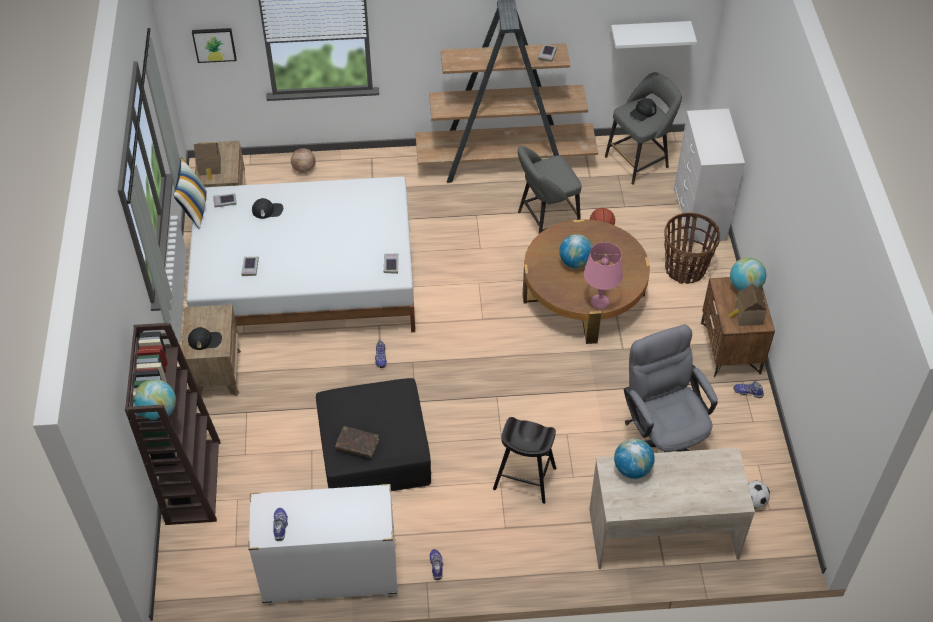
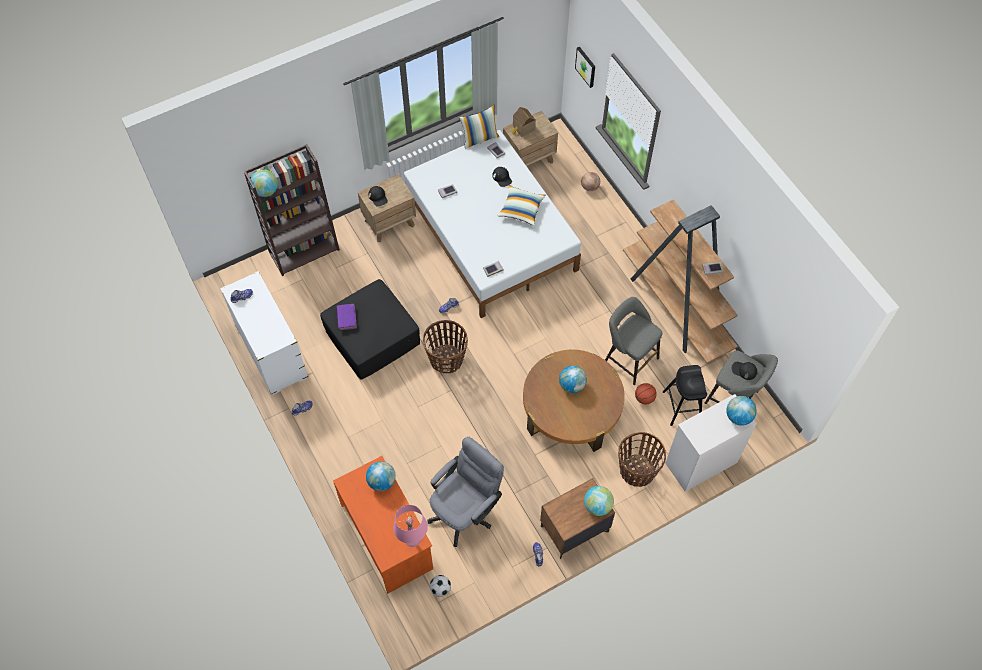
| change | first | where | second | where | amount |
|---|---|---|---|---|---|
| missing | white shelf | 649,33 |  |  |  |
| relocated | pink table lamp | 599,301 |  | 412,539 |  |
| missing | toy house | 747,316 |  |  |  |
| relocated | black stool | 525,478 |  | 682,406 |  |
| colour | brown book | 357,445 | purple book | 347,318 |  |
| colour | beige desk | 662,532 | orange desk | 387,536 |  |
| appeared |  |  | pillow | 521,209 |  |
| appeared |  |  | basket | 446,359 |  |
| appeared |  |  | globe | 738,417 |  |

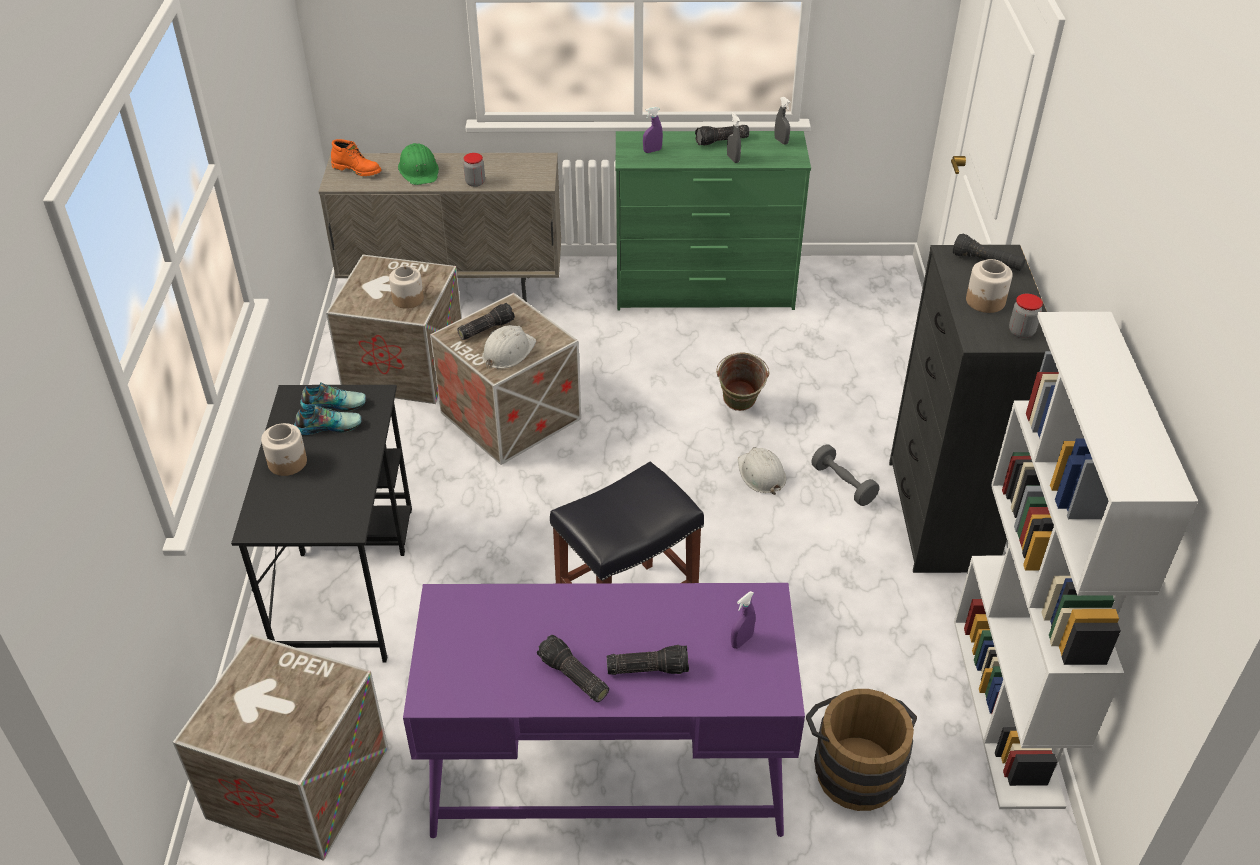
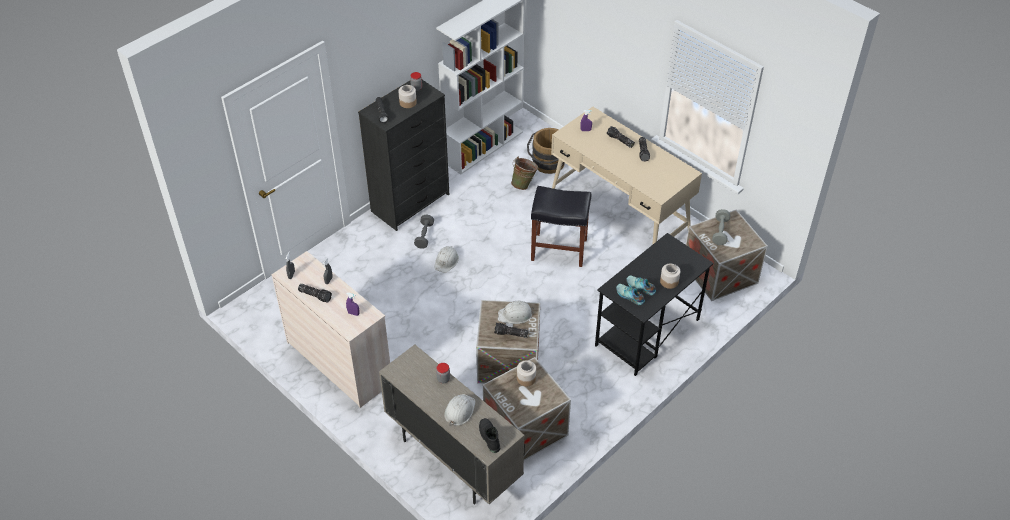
| change | first | where | second | where | amount |
|---|---|---|---|---|---|
| colour | green dresser | 704,292 | beige dresser | 340,362 |  |
| colour | orange boot | 357,170 | black boot | 489,437 |  |
| colour | green hard hat | 419,170 | white hard hat | 459,411 |  |
| relocated | green bucket | 739,409 |  | 524,184 |  |
| colour | purple desk | 606,769 | beige desk | 619,212 |  |
| appeared |  |  | grey dumbbell | 720,232 |  |

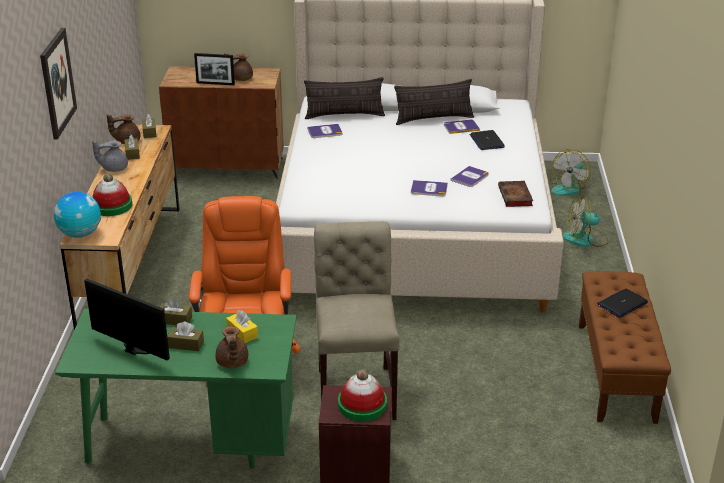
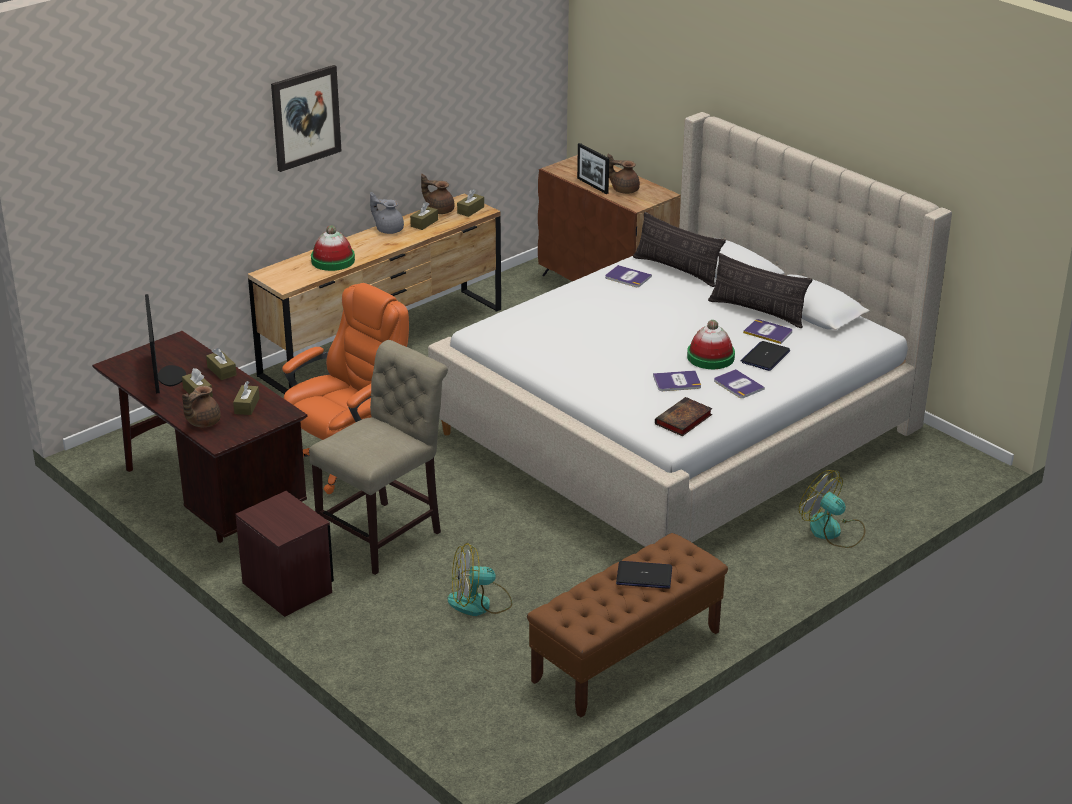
| change | first | where | second | where | amount |
|---|---|---|---|---|---|
| relocated | fan | 568,188 |  | 479,603 |  |
| relocated | book | 429,189 |  | 738,385 |  |
| missing | globe | 80,234 |  |  |  |
| colour | green desk | 190,443 | brown desk | 208,498 |  |
| colour | yellow tissue box | 242,333 | brown tissue box | 247,406 |  |
| relocated | hat | 362,405 |  | 710,357 |  |

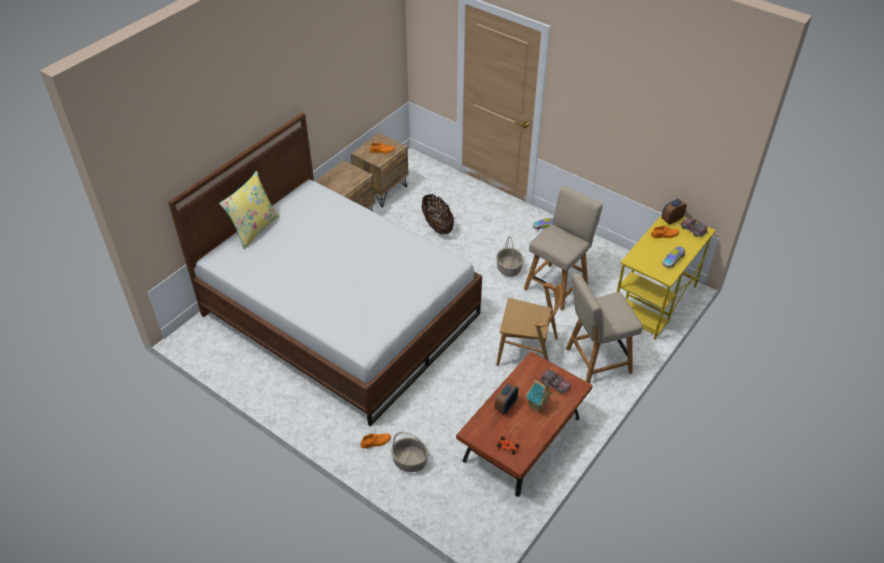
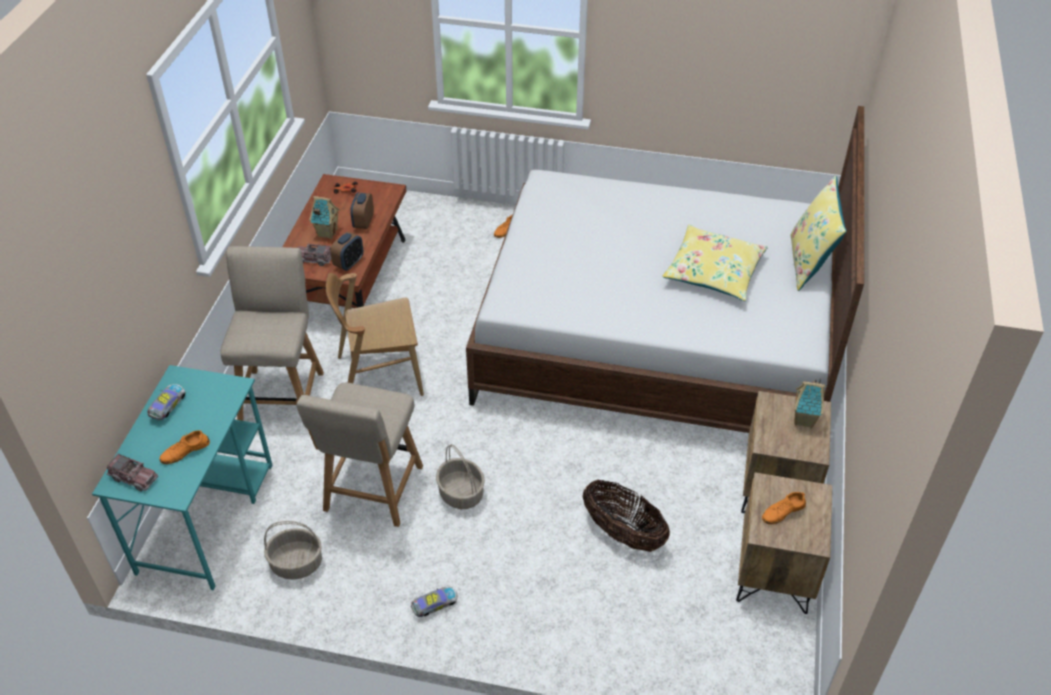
| change | first | where | second | where | amount |
|---|---|---|---|---|---|
| relocated | alarm clock | 671,220 |  | 349,263 |  |
| colour | yellow desk | 654,302 | turquoise desk | 206,516 |  |
| spun | beige chair | 595,361 |  | 282,393 | 45 degrees counterclockwise |
| relocated | basket | 409,461 |  | 297,563 |  |
| appeared |  |  | yellow pillow | 714,271 |  |
| appeared |  |  | toy house | 804,420 |  |

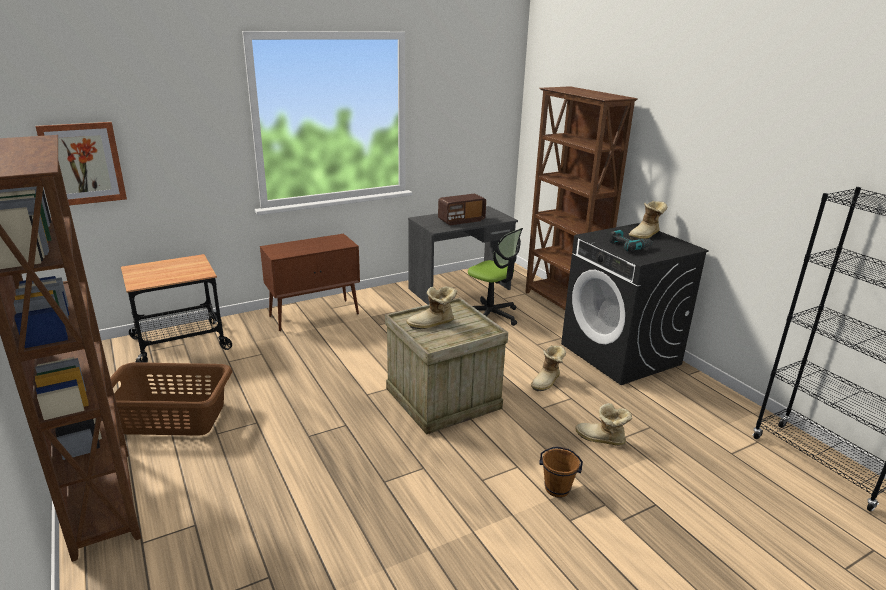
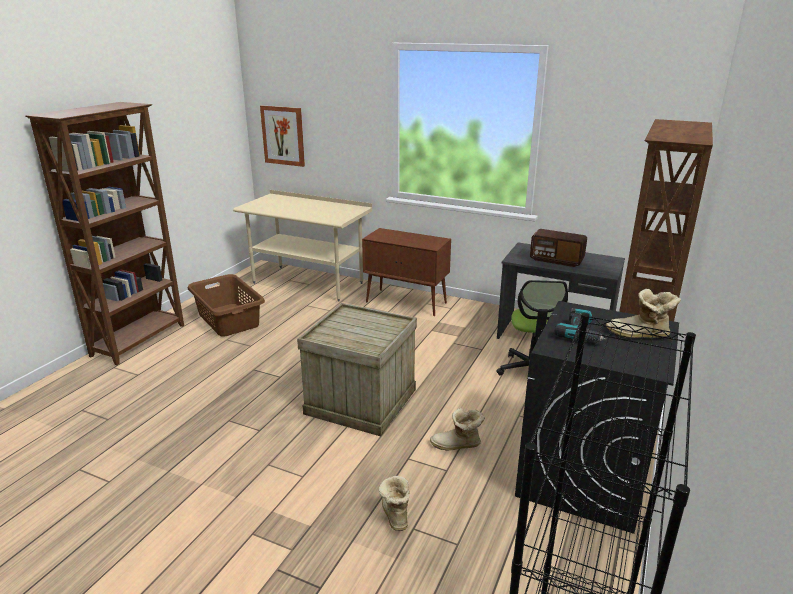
| change | first | where | second | where | amount |
|---|---|---|---|---|---|
| exchanged | cart | 180,343 | beige desk | 308,283 |  |
| missing | boot | 432,324 |  |  |  |
| missing | brown bucket | 557,489 |  |  |  |

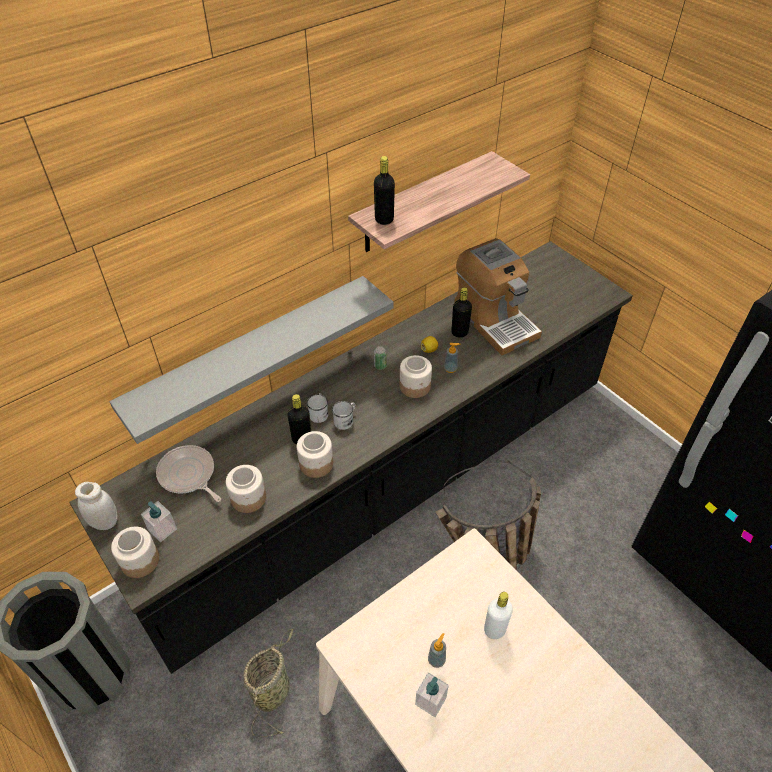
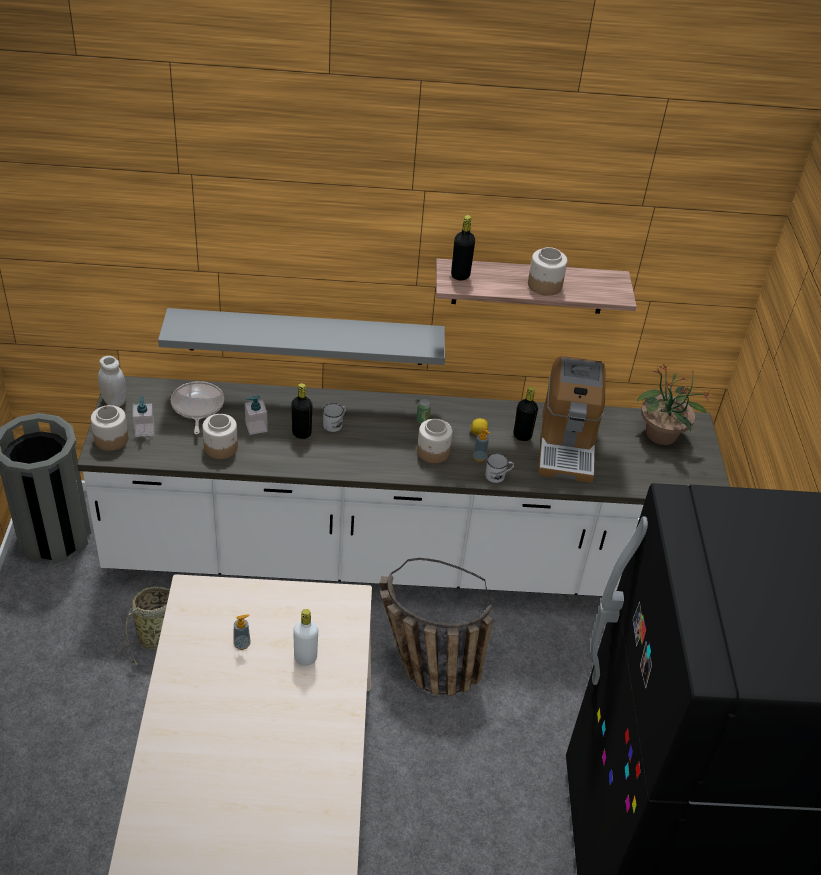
| change | first | where | second | where | amount |
|---|---|---|---|---|---|
| colour | black counter | 386,485 | white counter | 398,557 |  |
| relocated | white mug | 345,420 |  | 498,475 |  |
| relocated | jar | 315,464 |  | 544,285 |  |
| relocated | soap dispenser | 430,701 |  | 256,427 |  |
| appeared |  |  | potted plant | 662,435 |  |

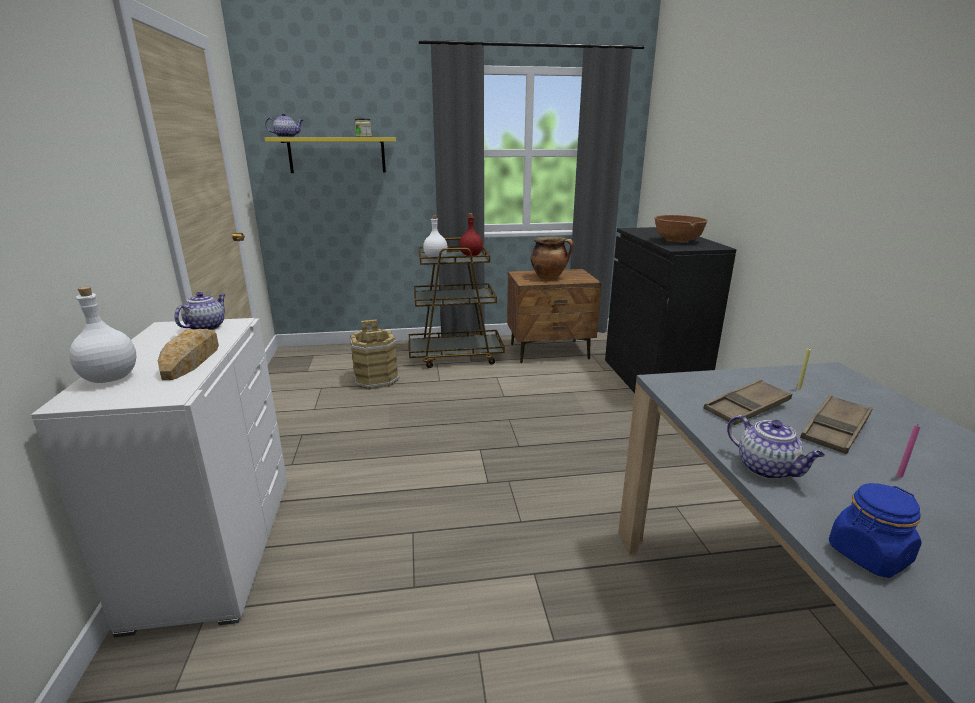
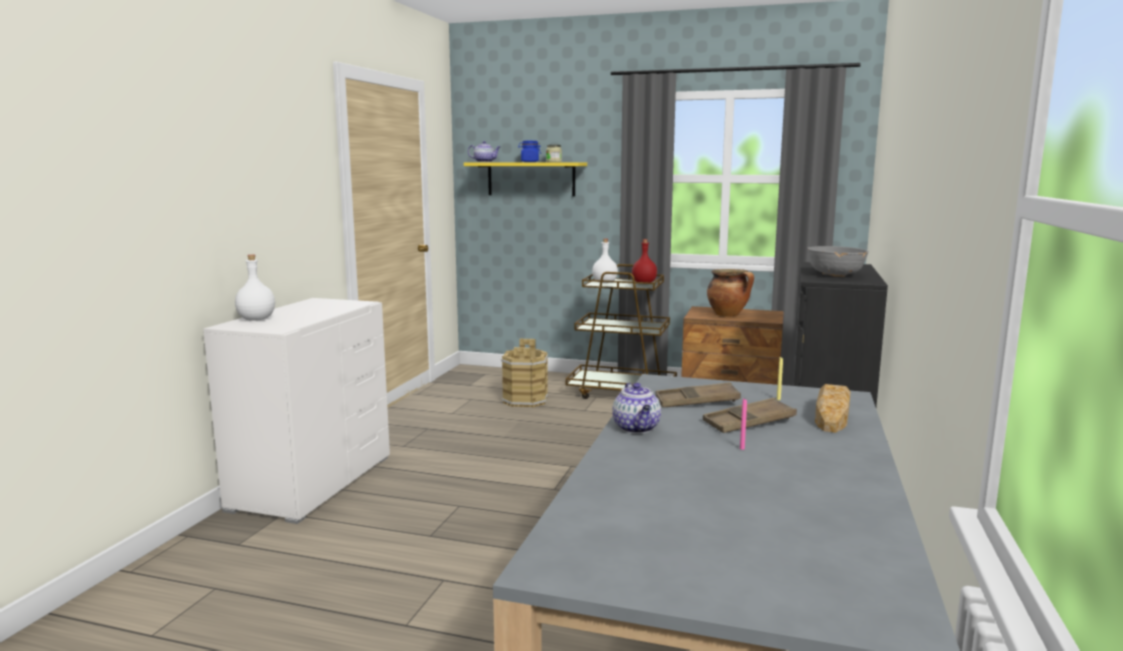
| change | first | where | second | where | amount |
|---|---|---|---|---|---|
| colour | brown bowl | 677,241 | grey bowl | 835,275 |  |
| missing | teapot | 206,327 |  |  |  |
| relocated | bread | 191,360 |  | 832,416 |  |
| relocated | blue jar | 868,555 |  | 529,162 |  |

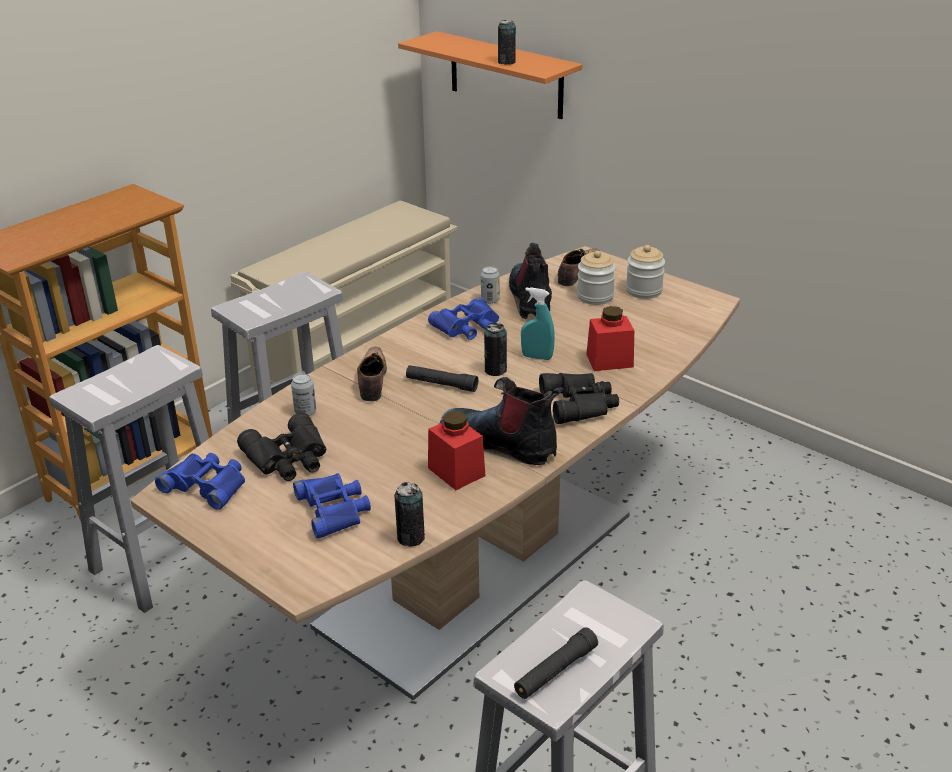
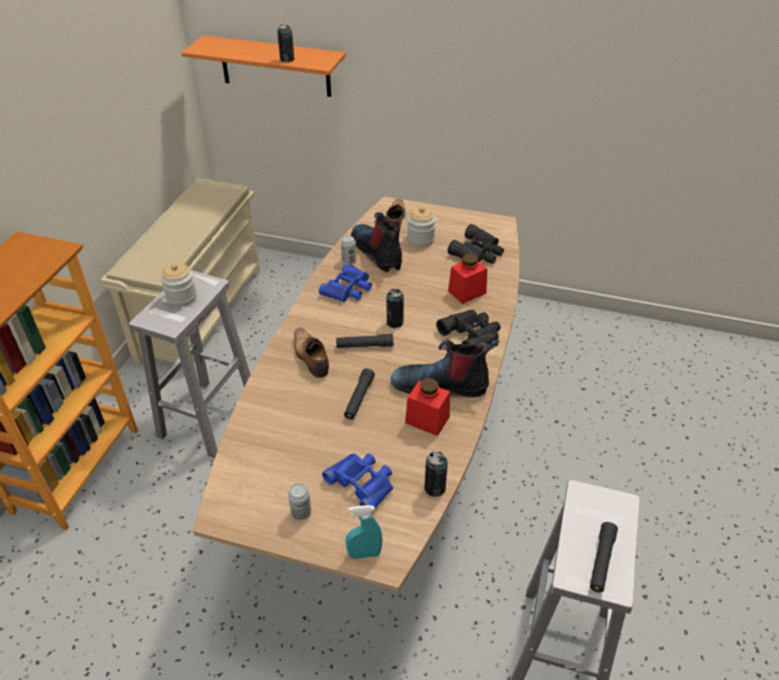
| change | first | where | second | where | amount |
|---|---|---|---|---|---|
| relocated | jar | 644,291 |  | 181,297 |  |
| relocated | turquoise spray bottle | 537,357 |  | 364,554 |  |
| missing | white stool | 167,559 |  |  |  |
| relocated | can | 305,412 |  | 301,513 |  |
| relocated | black binoculars | 289,458 |  | 478,252 |  |
| missing | blue binoculars | 207,485 |  |  |  |
| appeared |  |  | black flashlight | 359,398 |  |

